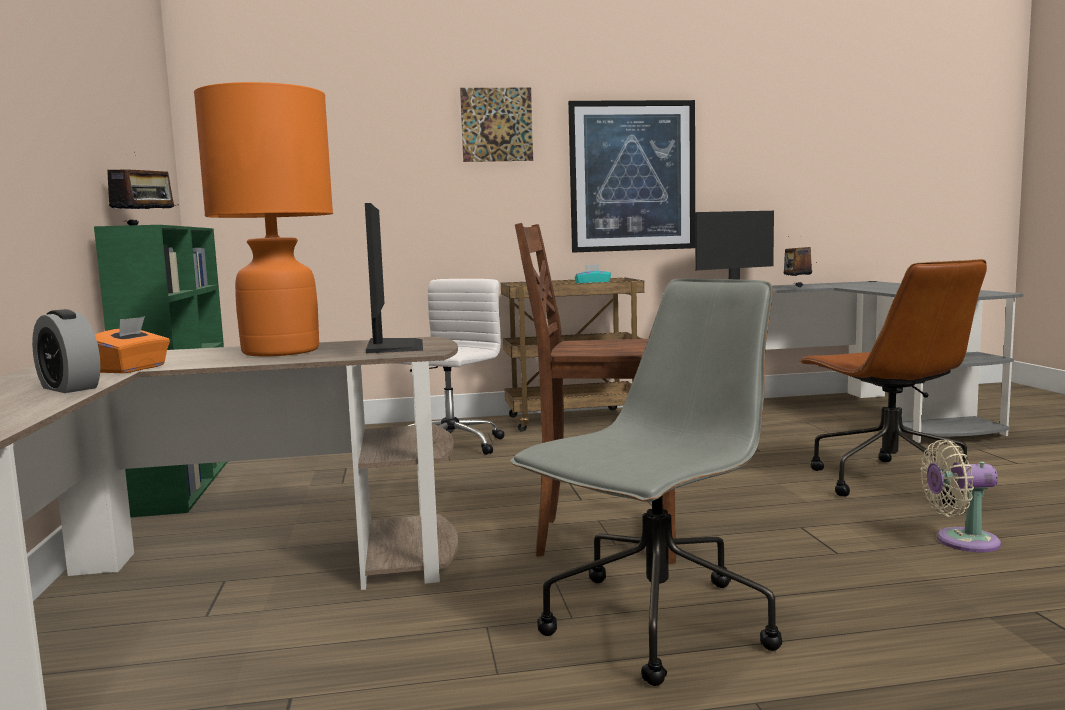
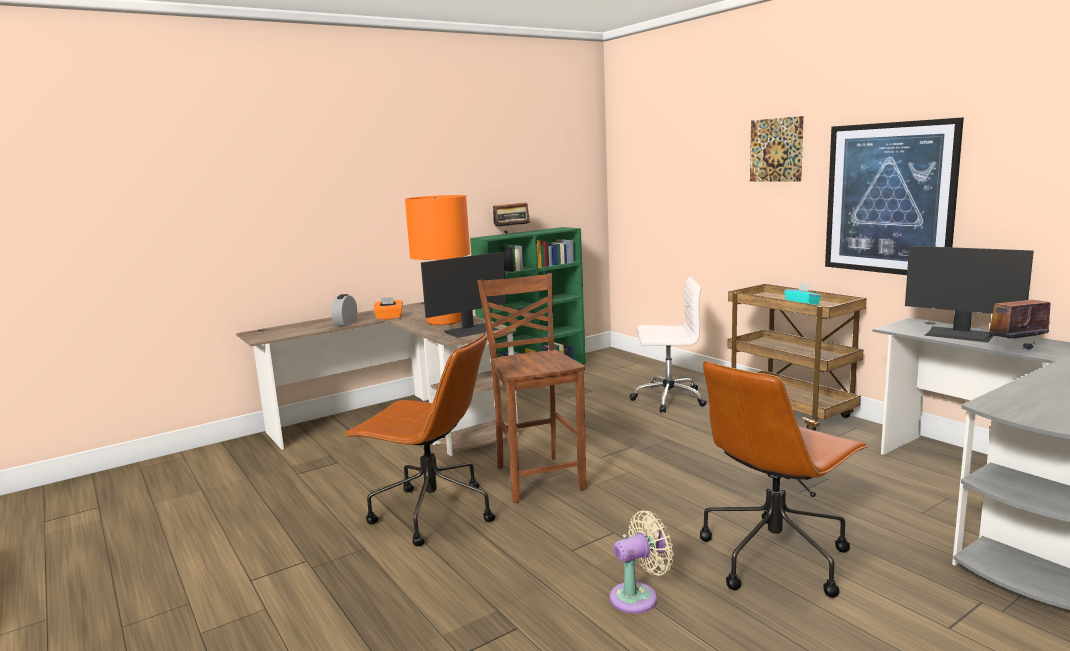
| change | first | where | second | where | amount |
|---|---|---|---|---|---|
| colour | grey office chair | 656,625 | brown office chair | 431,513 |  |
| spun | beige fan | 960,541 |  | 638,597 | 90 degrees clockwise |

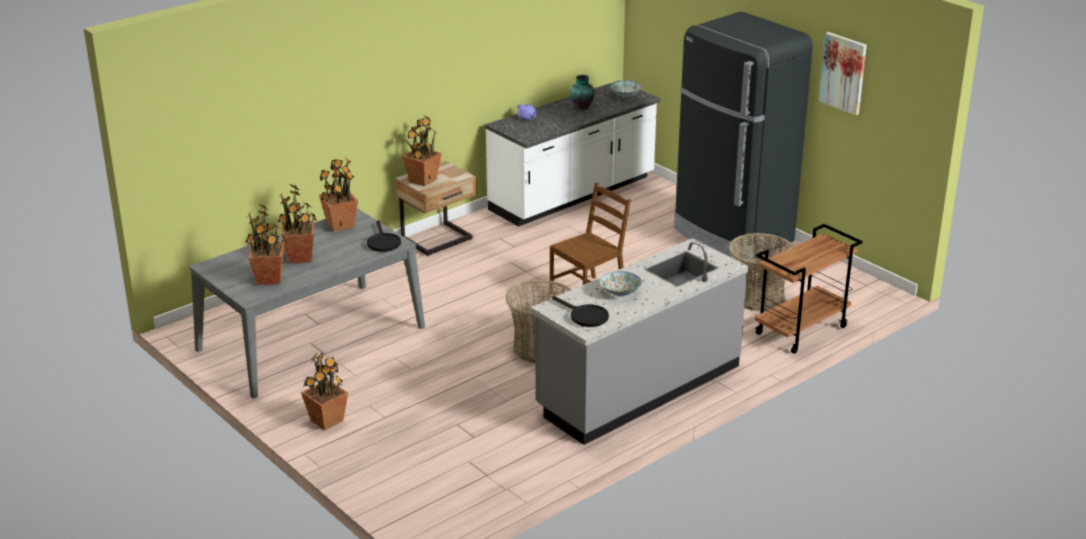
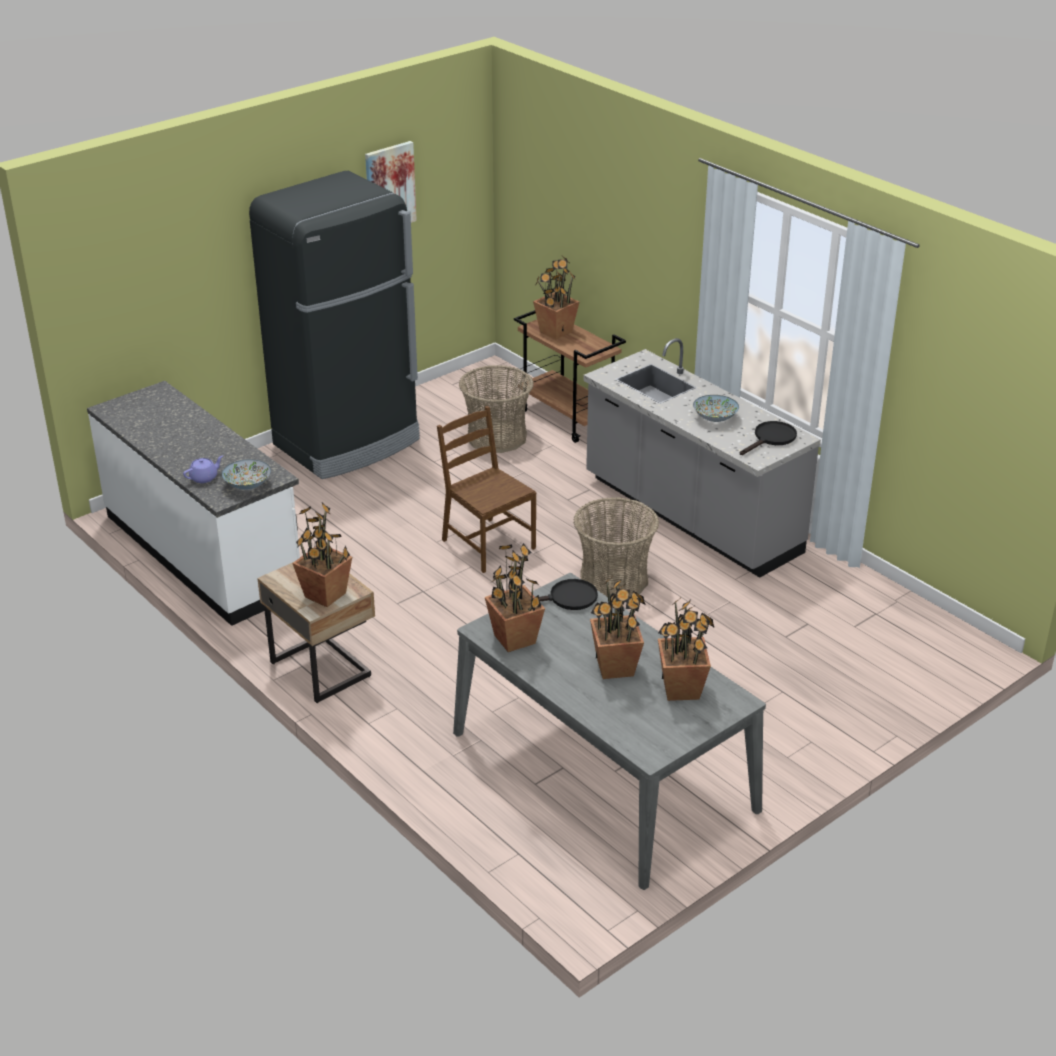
| change | first | where | second | where | amount |
|---|---|---|---|---|---|
| missing | vase | 582,106 |  |  |  |
| relocated | bowl | 625,95 |  | 247,485 |  |
| relocated | potted plant | 327,420 |  | 555,332 |  |

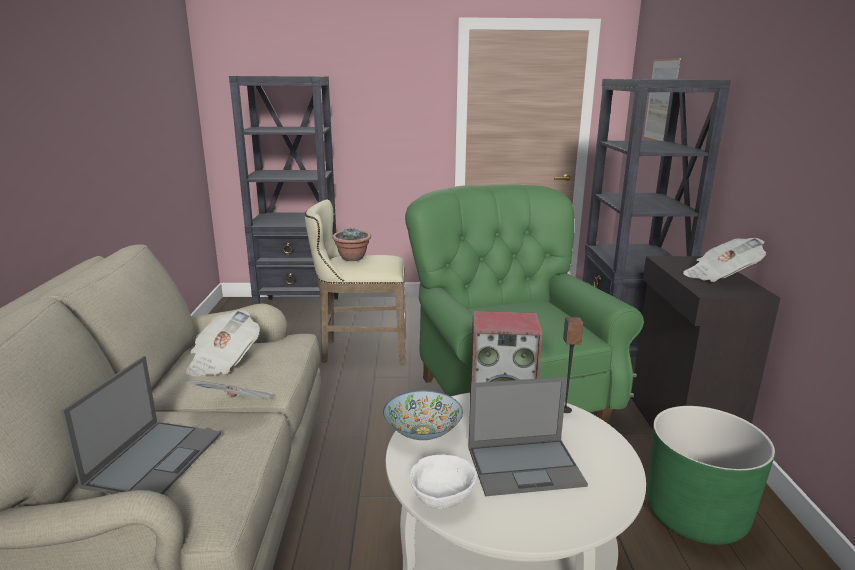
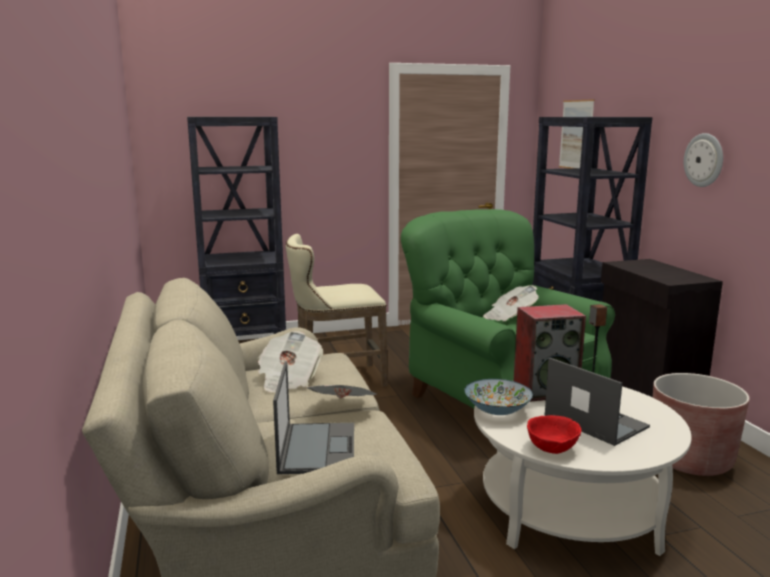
| change | first | where | second | where | amount |
|---|---|---|---|---|---|
| missing | potted plant | 352,258 |  |  |  |
| relocated | newspaper | 720,277 |  | 509,317 |  |
| spun | laptop | 526,466 |  | 594,421 | 105 degrees counterclockwise |
| colour | green planter | 695,515 | brown planter | 690,460 |  |
| colour | white bowl | 443,499 | red bowl | 552,448 |  |
| appeared |  |  | wall clock | 704,160 |  |

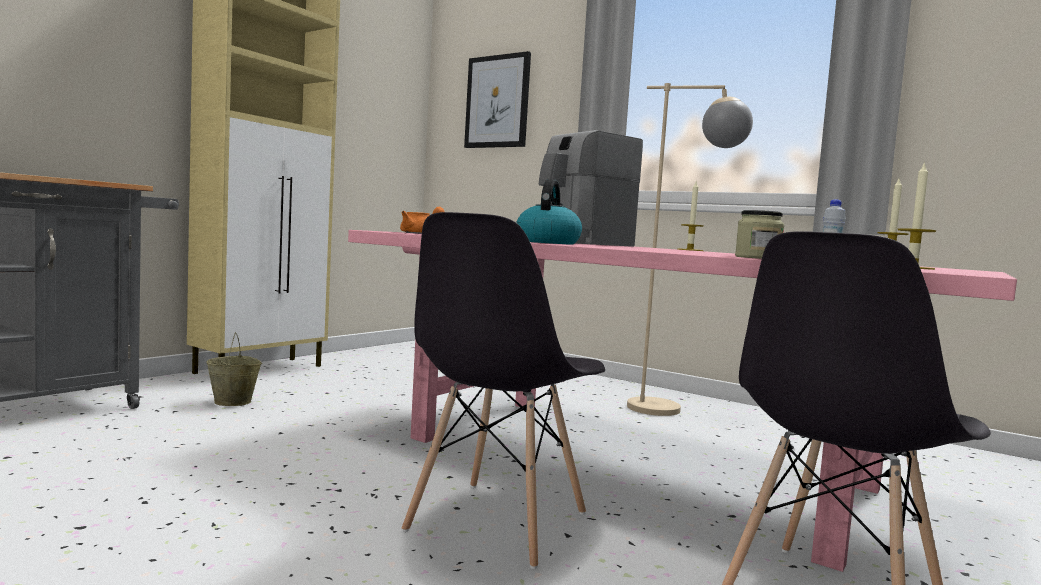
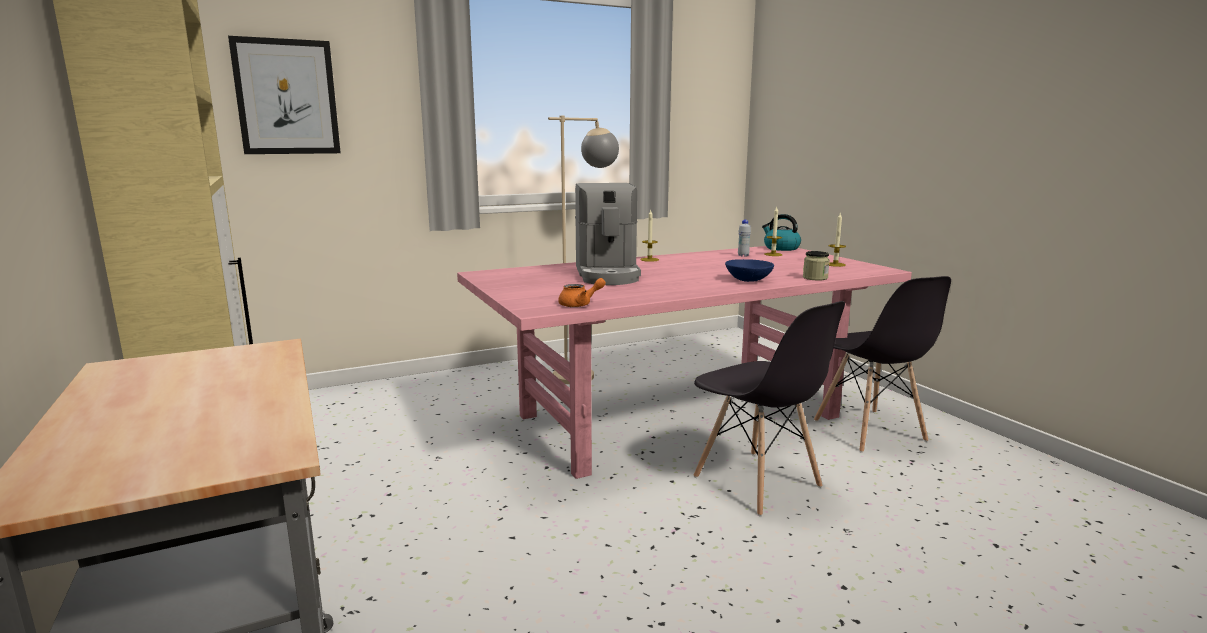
| change | first | where | second | where | amount |
|---|---|---|---|---|---|
| relocated | kettle | 548,242 |  | 780,248 |  |
| missing | beige bucket | 233,402 |  |  |  |
| appeared |  |  | blue bowl | 748,280 |  |

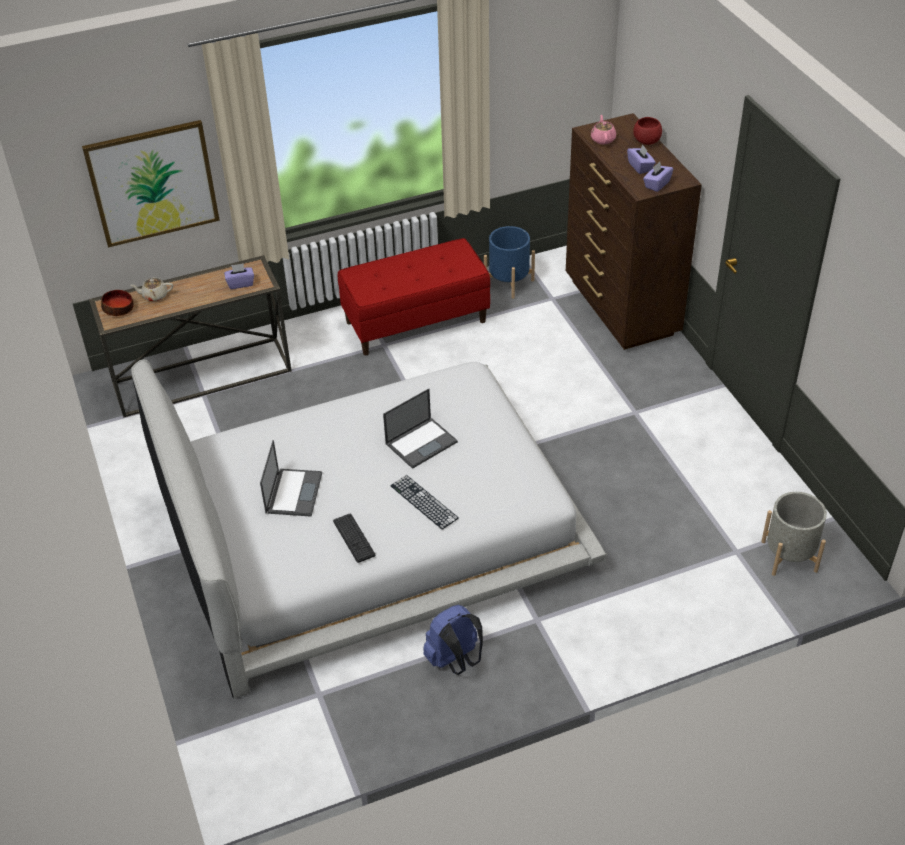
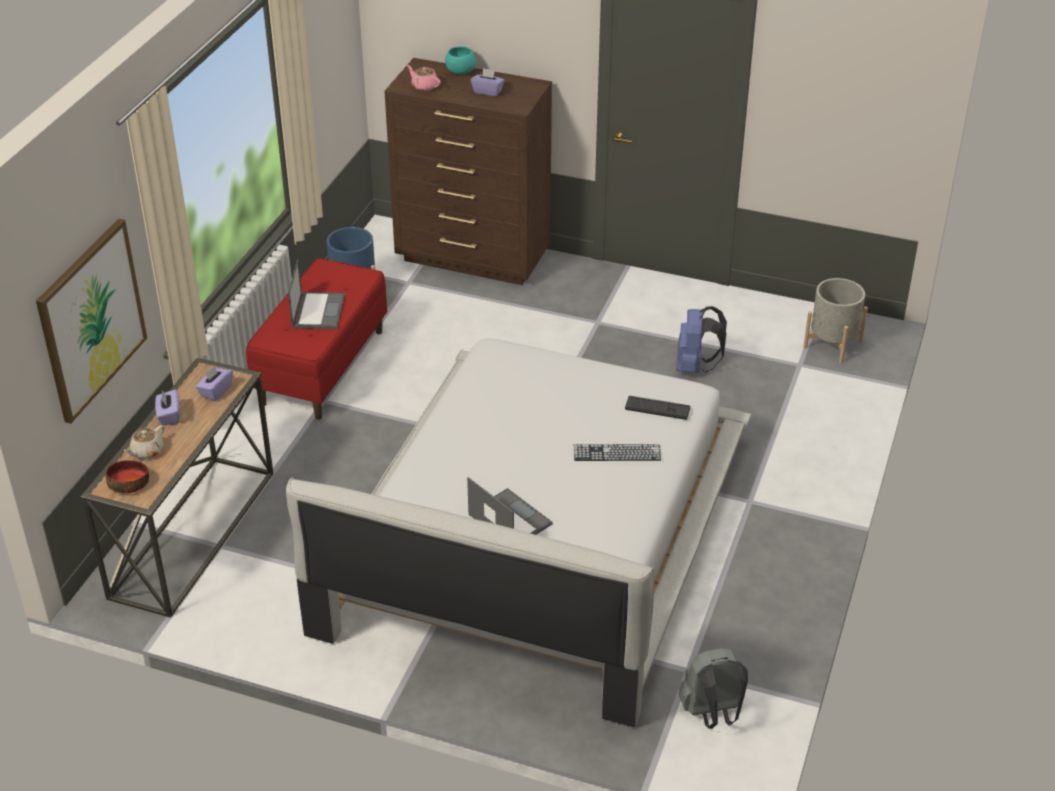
| change | first | where | second | where | amount |
|---|---|---|---|---|---|
| colour | red bowl | 647,141 | turquoise bowl | 460,72 |  |
| relocated | purple tissue box | 657,184 |  | 169,416 |  |
| relocated | laptop | 421,442 |  | 318,311 |  |
| relocated | keyboard | 354,538 |  | 657,408 |  |
| relocated | blue backpack | 455,660 |  | 695,366 |  |
| appeared |  |  | grey backpack | 712,714 |  |

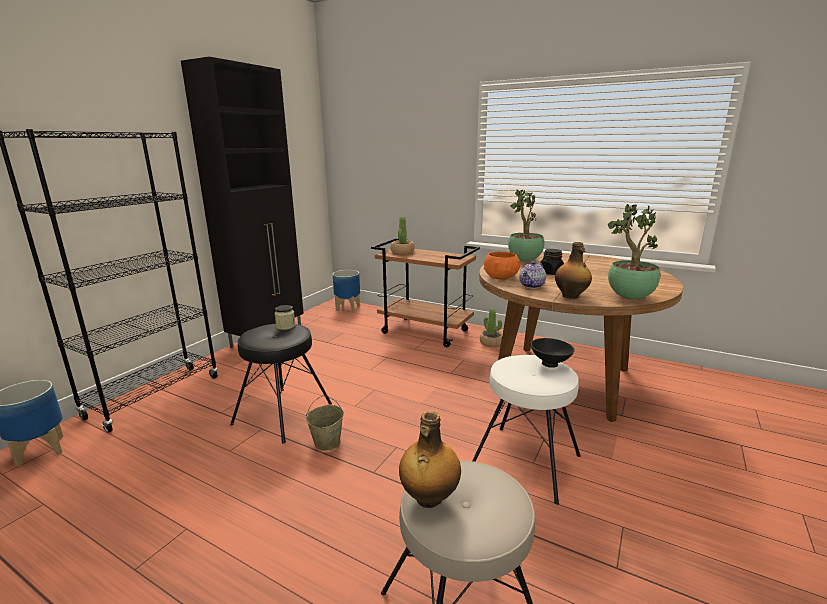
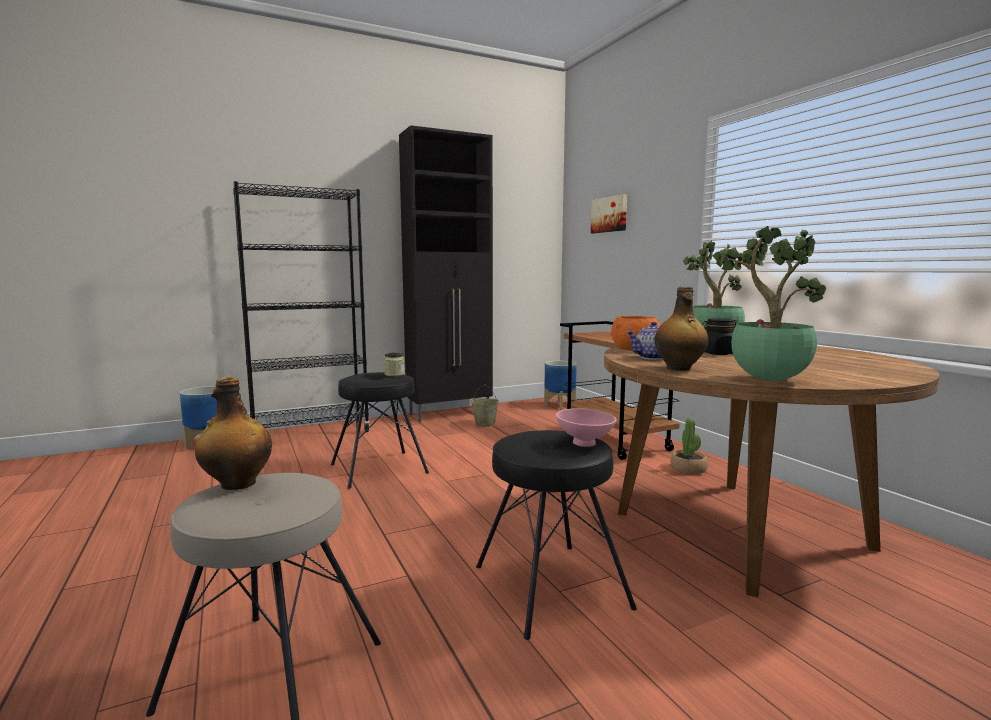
| change | first | where | second | where | amount |
|---|---|---|---|---|---|
| missing | potted plant | 402,252 |  |  |  |
| colour | black bowl | 550,363 | pink bowl | 585,443 |  |
| colour | white stool | 525,462 | black stool | 549,587 |  |
| relocated | beige bucket | 327,442 |  | 485,424 |  |
| appeared |  |  | picture | 610,214 |  |

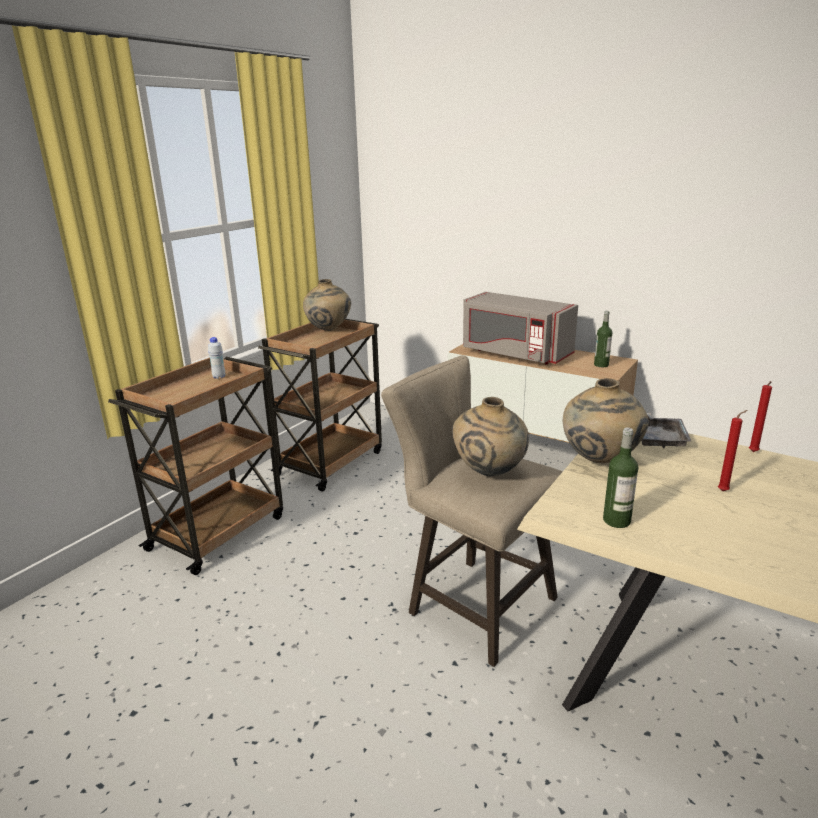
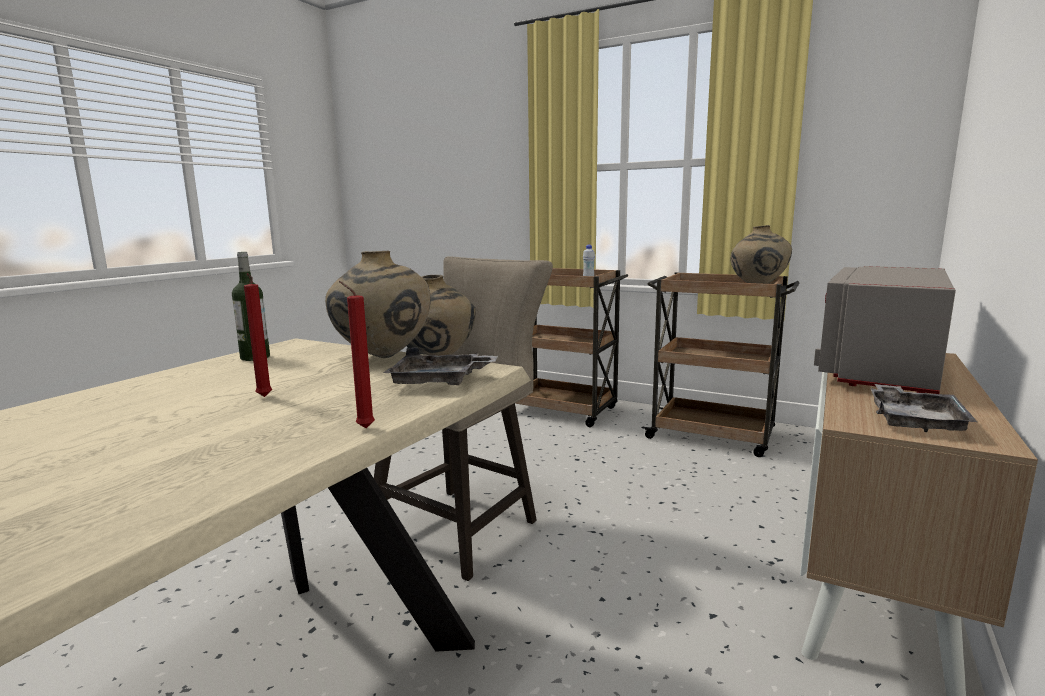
| change | first | where | second | where | amount |
|---|---|---|---|---|---|
| exchanged | bottle | 601,365 | grey tray | 914,421 |  |

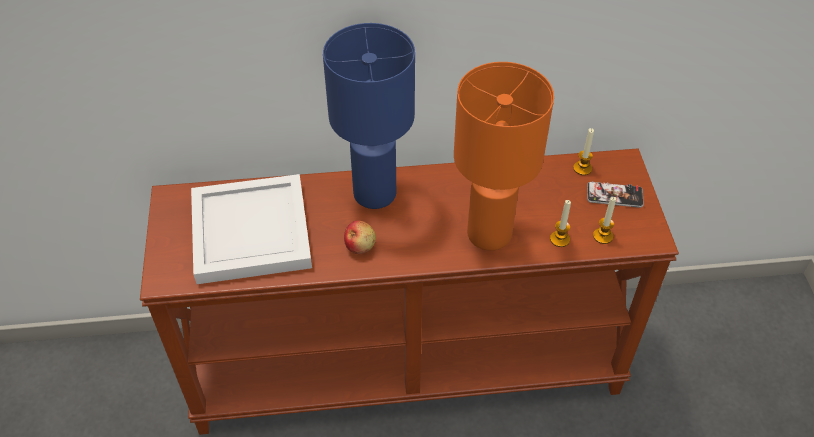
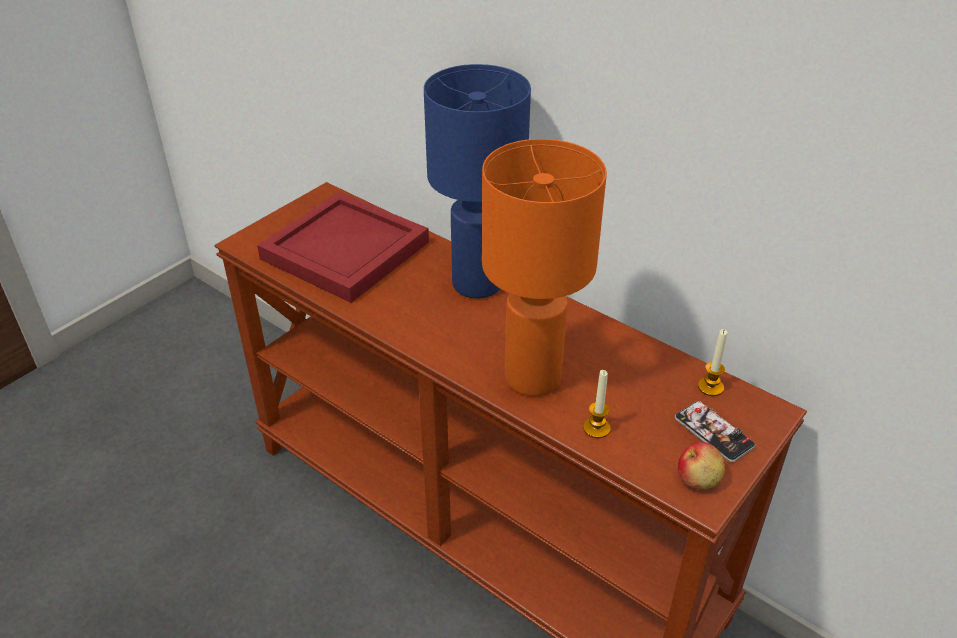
| change | first | where | second | where | amount |
|---|---|---|---|---|---|
| colour | white tray | 249,231 | red tray | 345,249 |  |
| missing | candle | 603,236 |  |  |  |
| relocated | apple | 360,245 |  | 698,479 |  |

